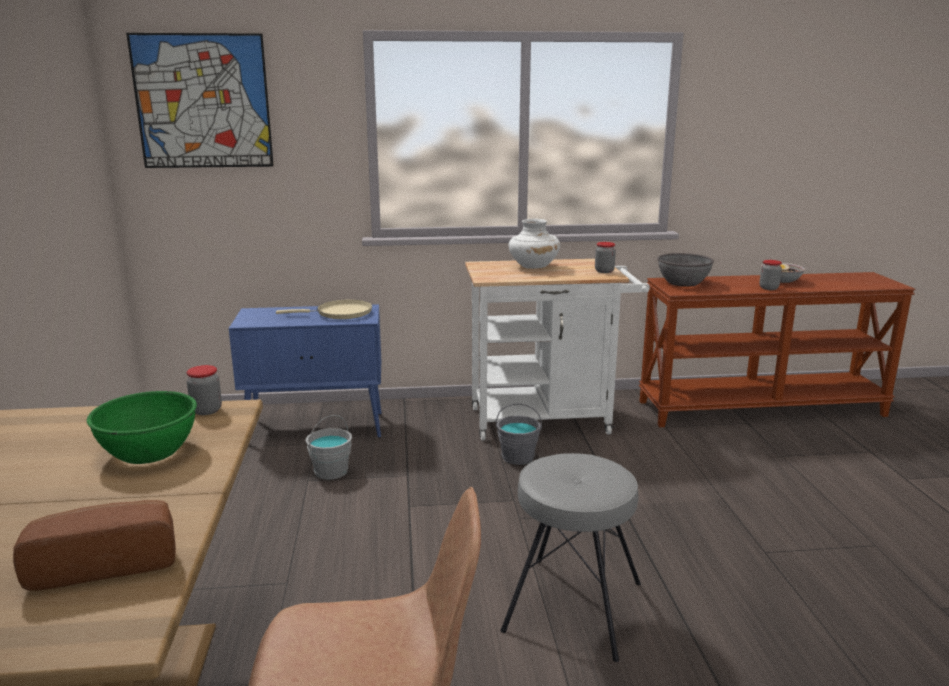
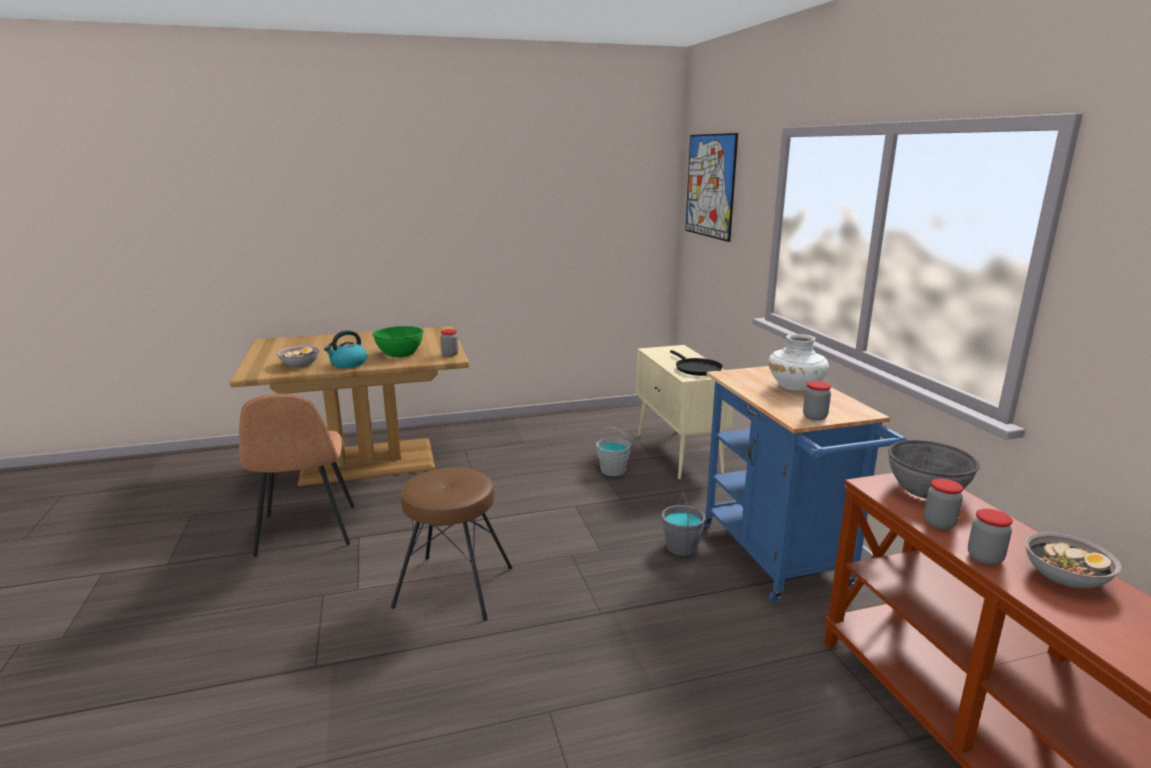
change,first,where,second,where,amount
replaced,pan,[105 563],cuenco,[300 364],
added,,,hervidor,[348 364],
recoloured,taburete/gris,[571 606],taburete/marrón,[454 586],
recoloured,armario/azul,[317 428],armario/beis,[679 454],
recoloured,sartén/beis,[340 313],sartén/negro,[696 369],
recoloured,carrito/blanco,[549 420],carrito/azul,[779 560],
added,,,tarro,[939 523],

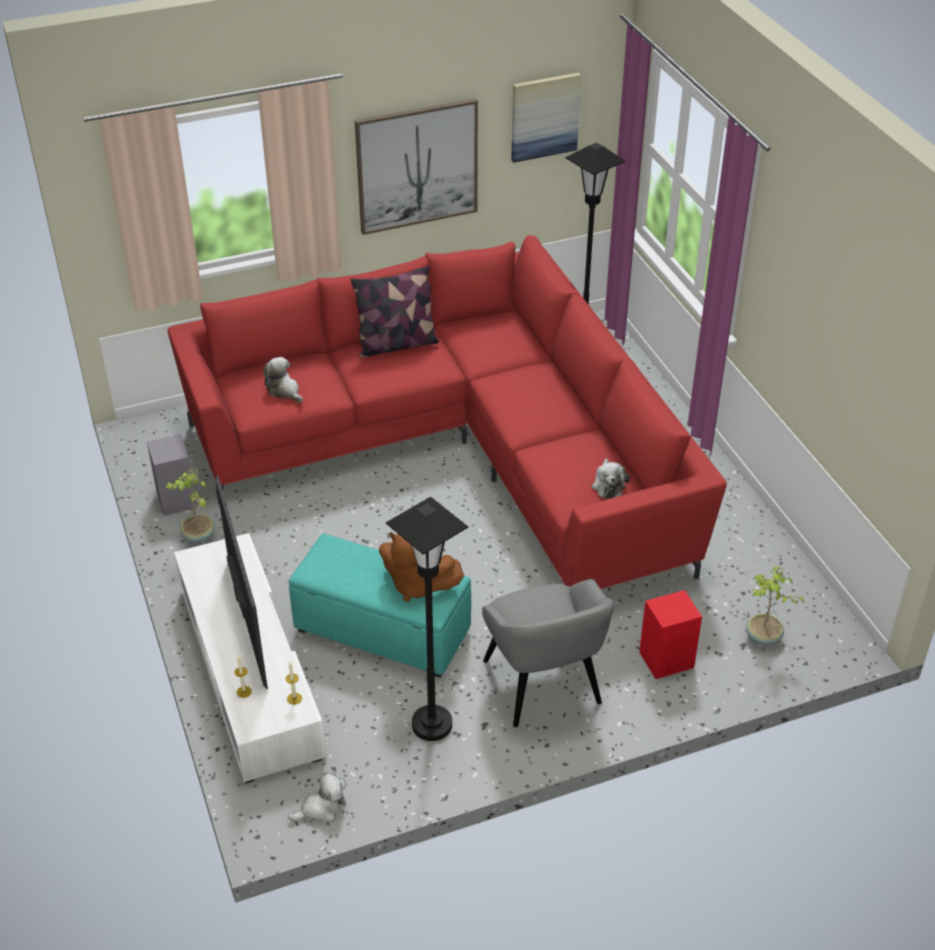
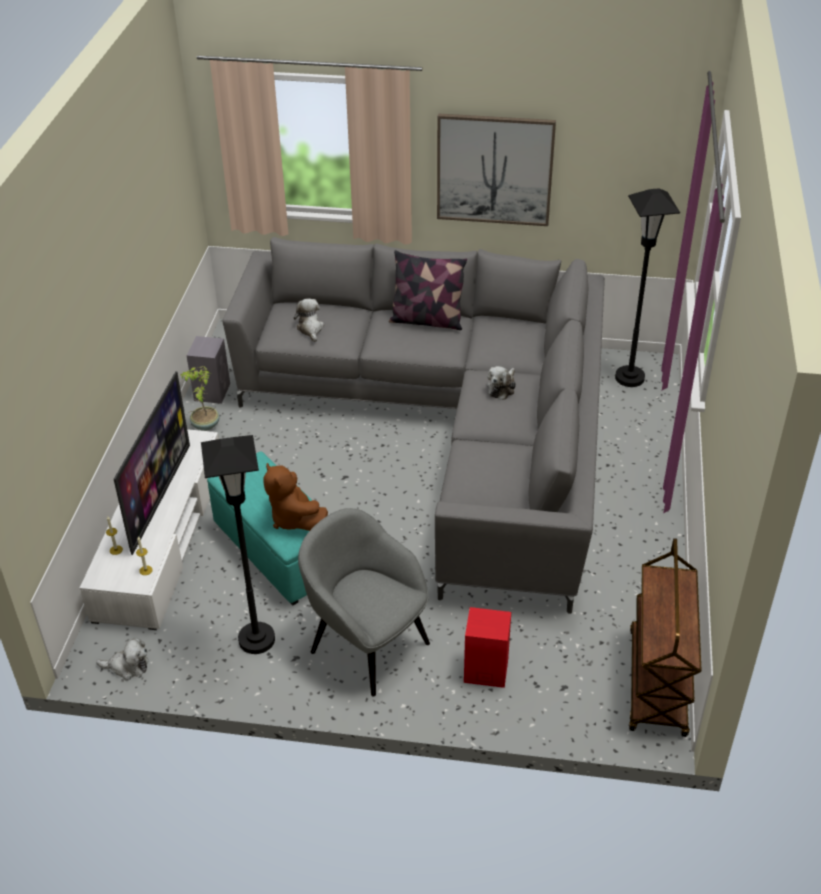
change,first,where,second,where,amount
recoloured,sofá/rojo,[461 452],sofá/gris,[453 432],
turned,sillón/gris,[542 684],,[367 645],120 degrees clockwise
moved,peluche,[608 485],,[502 388],
added,,,carrito/marrón,[658 683],
removed,cuadro,[544 116],,,
removed,planta en maceta,[763 638],,,

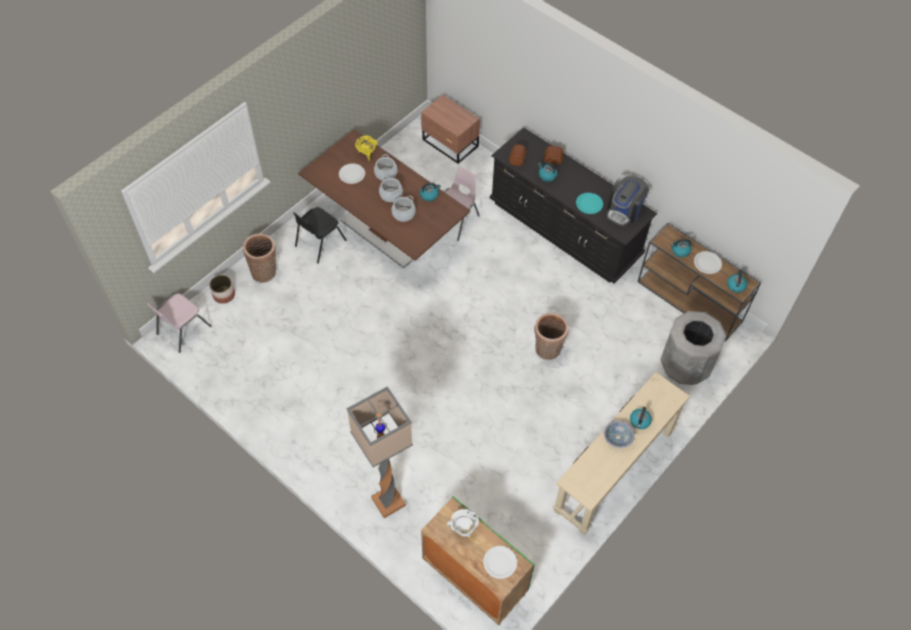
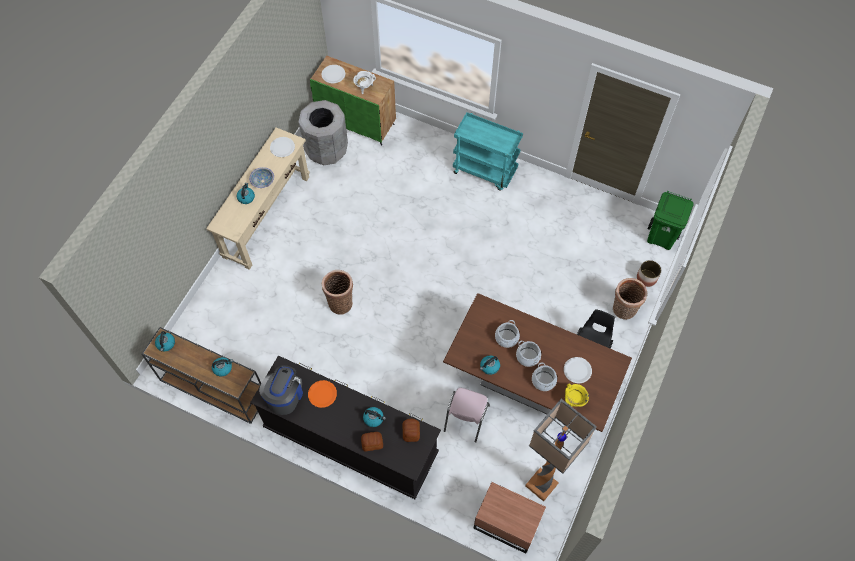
change,first,where,second,where,amount
moved,plato/blanco,[707 263],,[282 147],
moved,papelera/gris,[685 366],,[326 150],
recoloured,plato/turquesa,[589 204],plato/naranja,[322 394],
added,,,carrito/turquesa,[485 171],
moved,lámpara de pie,[388 500],,[541 486],
replaced,silla/rosa,[182 330],papelera/verde,[661 237],

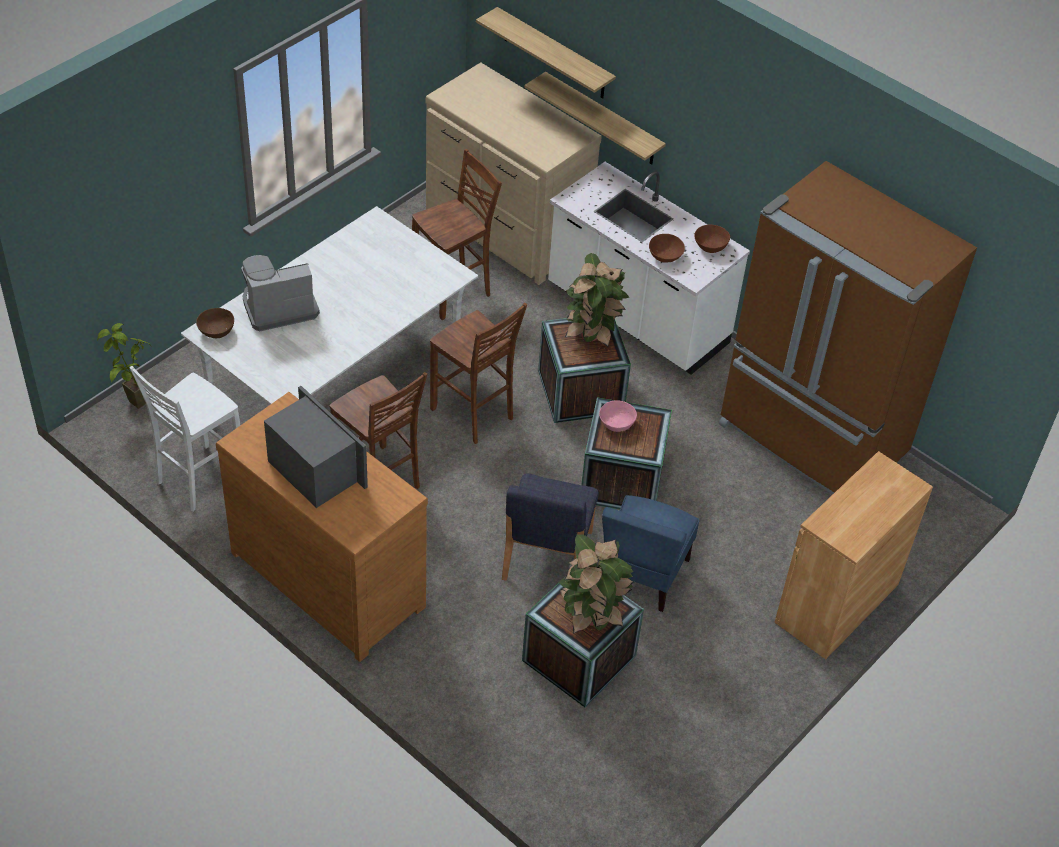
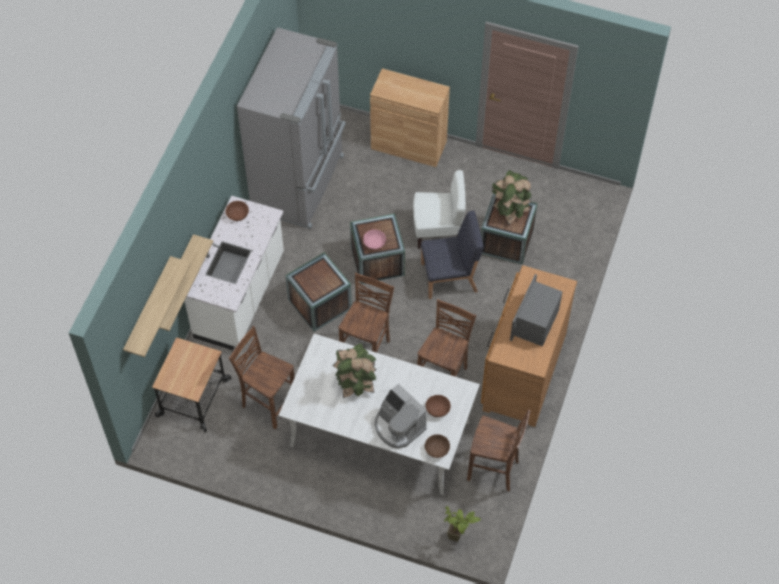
change,first,where,second,where,amount
replaced,cómoda/beis,[505 230],carrito,[193 397],
recoloured,nevera/marrón,[811 441],nevera/gris,[300 183],
moved,planta en maceta,[592 333],,[355 384],
recoloured,silla/azul,[643 575],silla/blanco,[438 230],
moved,cuenco/marrón,[665 256],,[437 409],
recoloured,taburete/blanco,[198 479],taburete/marrón,[494 470],

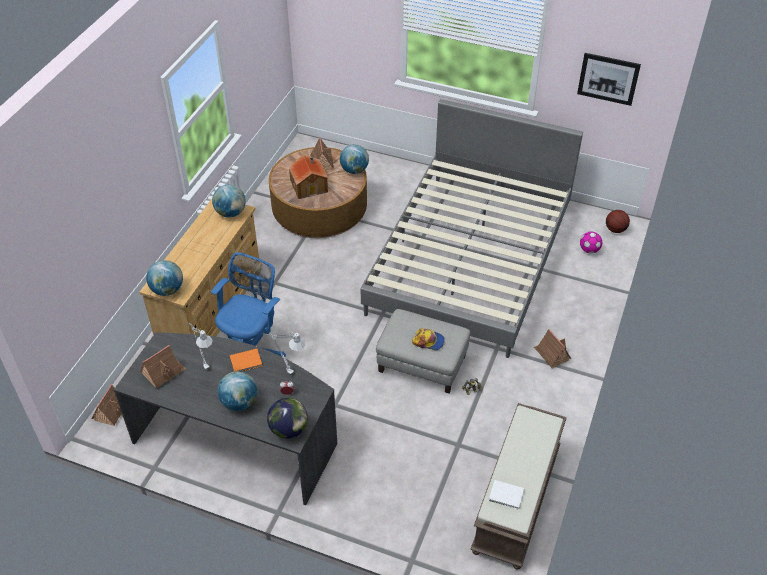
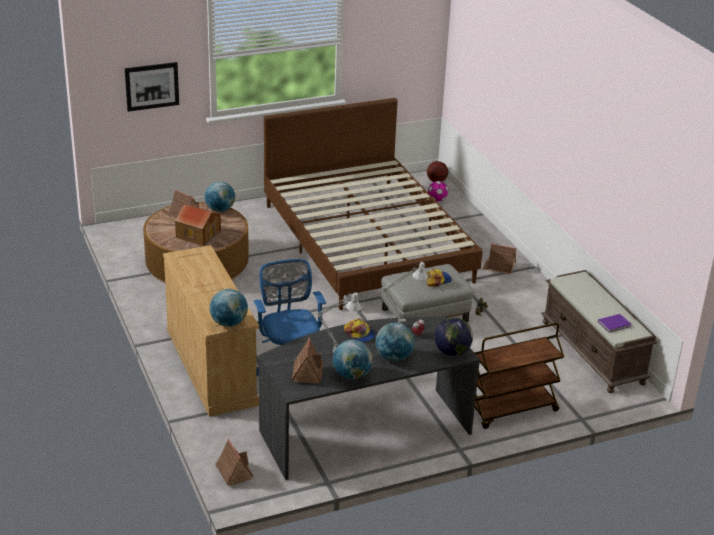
change,first,where,second,where,amount
moved,cuadro,[608 79],,[152 86],
recoloured,cama/gris,[470 260],cama/marrón,[366 242],
moved,globo terráqueo,[230 213],,[352 375],
replaced,libro/naranja,[247 362],gorra,[359 334],
added,,,carrito/marrón,[511 410],
recoloured,libro/blanco,[507 496],libro/morado,[615 324],

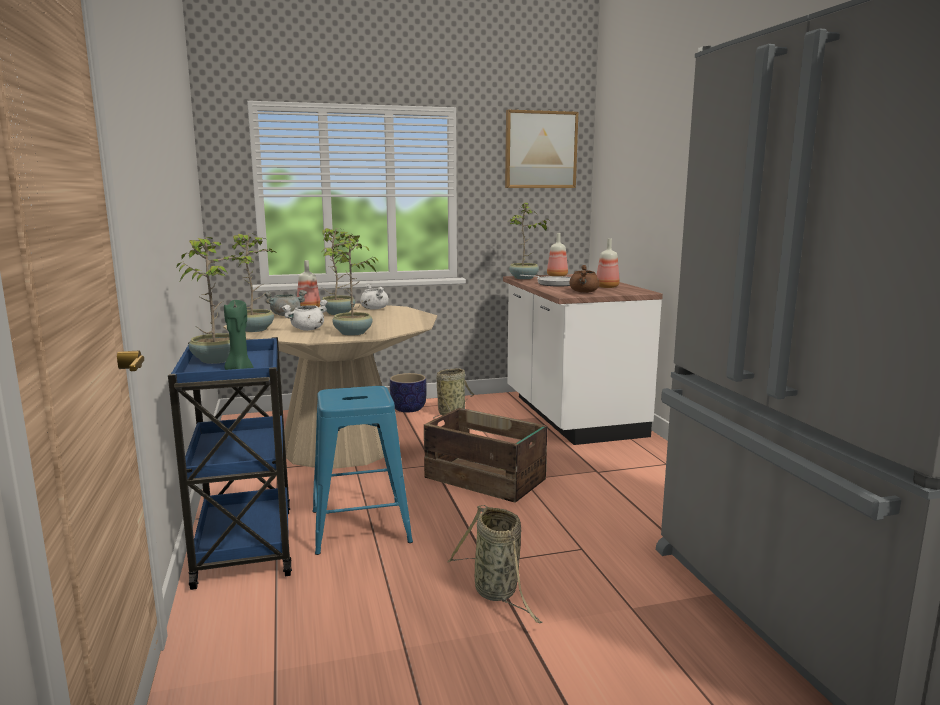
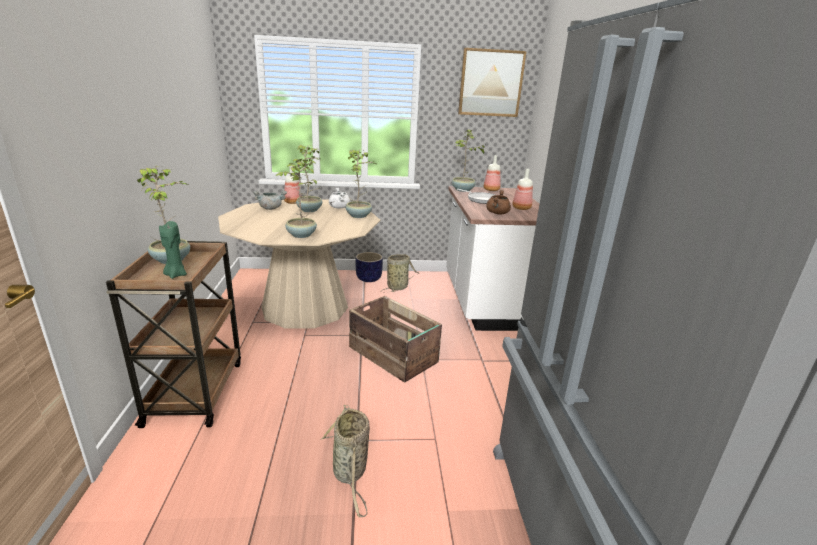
change,first,where,second,where,amount
recoloured,carrito/azul,[245 544],carrito/marrón,[196 391],
moved,planta en maceta,[255 329],,[359 215],
removed,olla/blanco,[307 329],,,
removed,taburete/azul,[361 526],,,

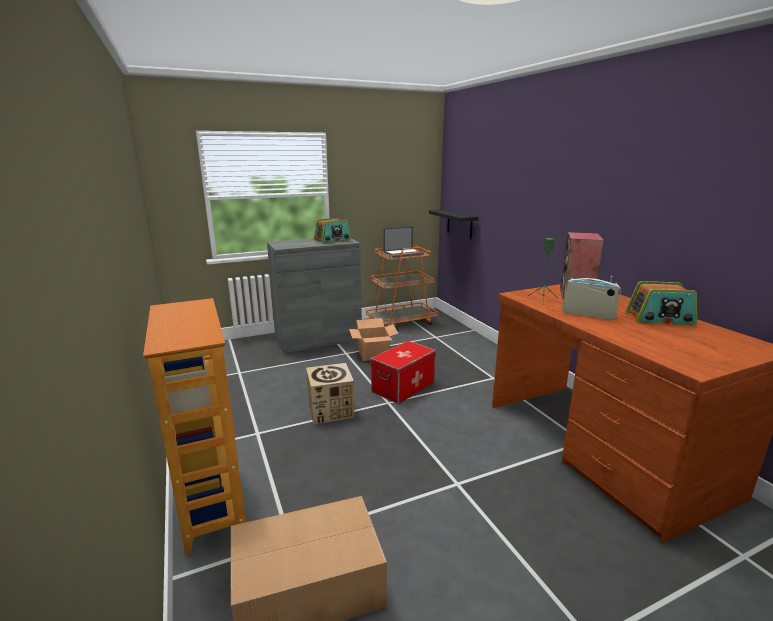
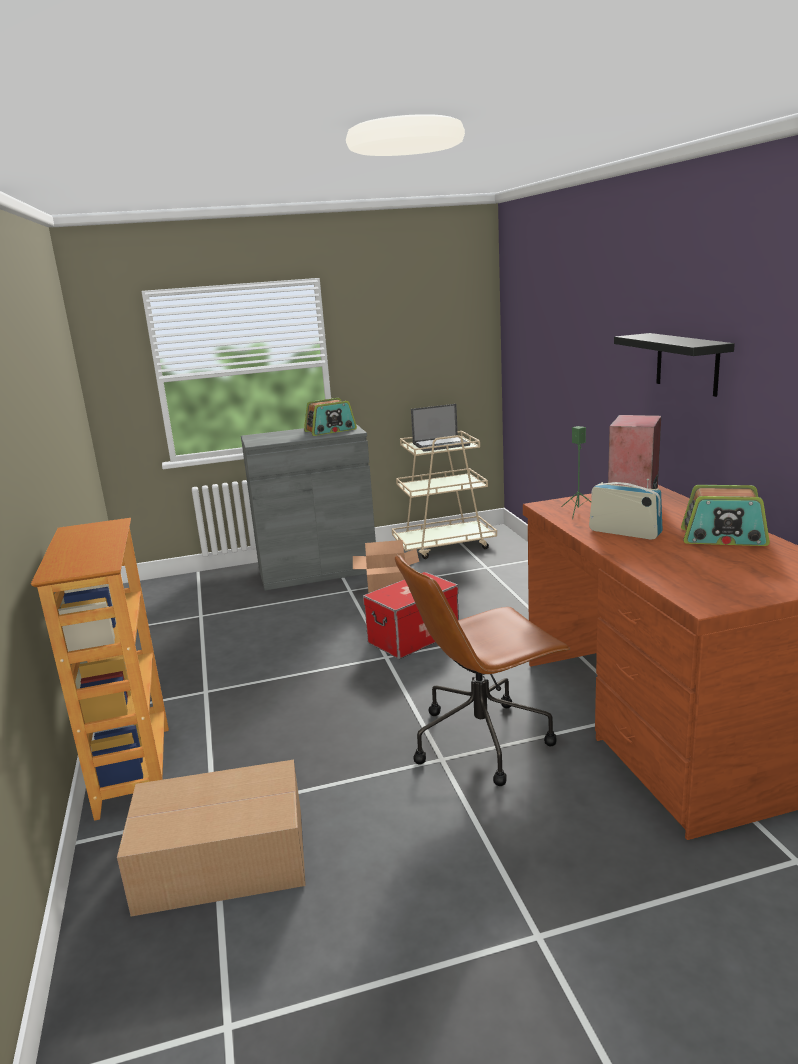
change,first,where,second,where,amount
recoloured,carrito/naranja,[402 322],carrito/beis,[444 545],
added,,,silla de oficina/marrón,[483 739],
moved,estante/negro,[459 224],,[687 363],
removed,caja de cartón,[331 410],,,

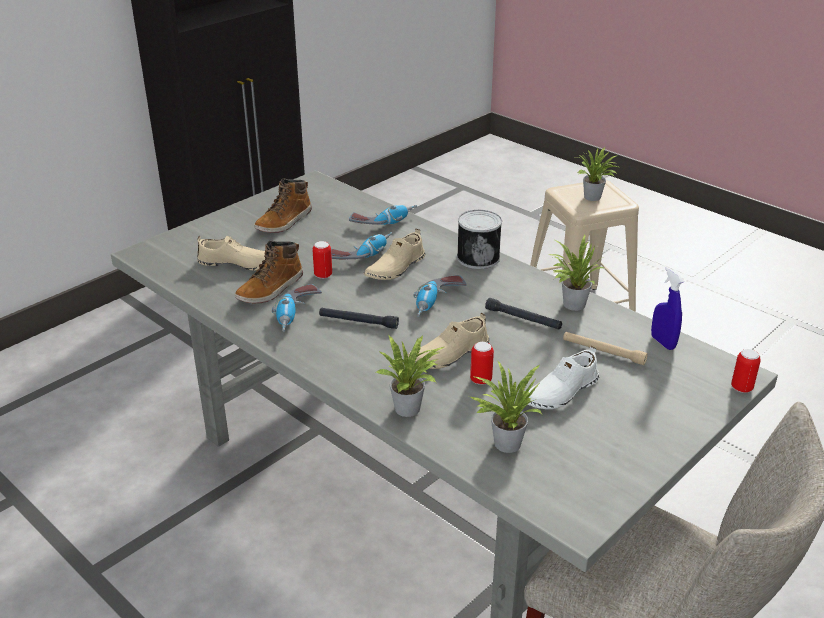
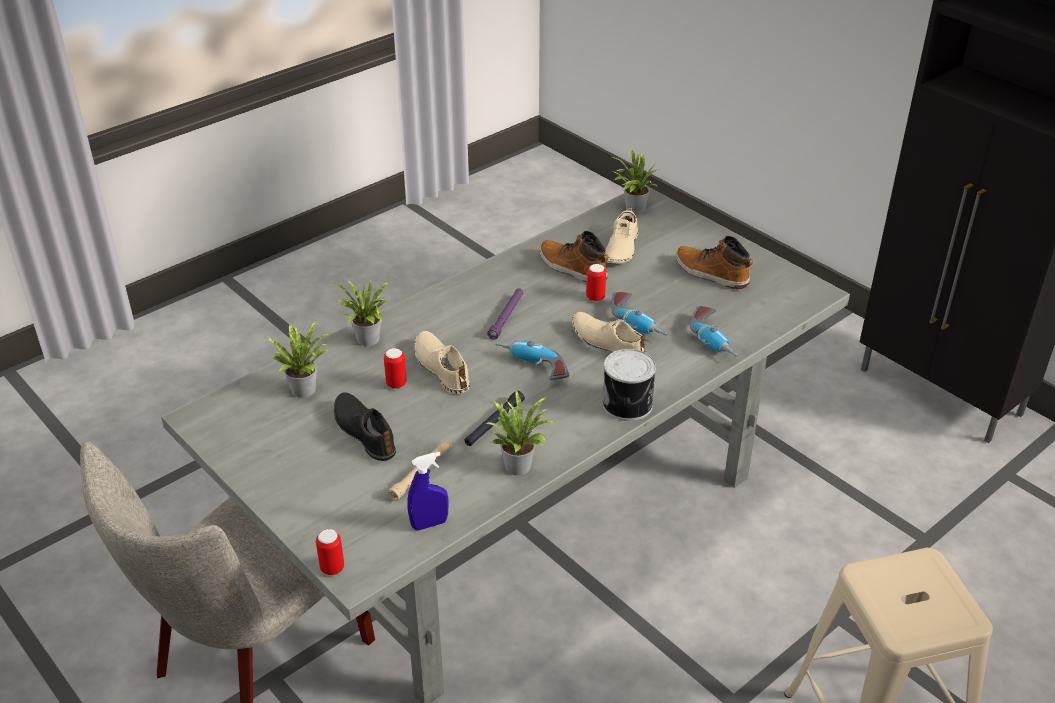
change,first,where,second,where,amount
recoloured,zapato/blanco,[559 391],zapato/negro,[365 431],
recoloured,linterna/negro,[358 322],linterna/morado,[506 317],
moved,planta en maceta,[593 198],,[633 209],
removed,taladro,[297 316],,,

